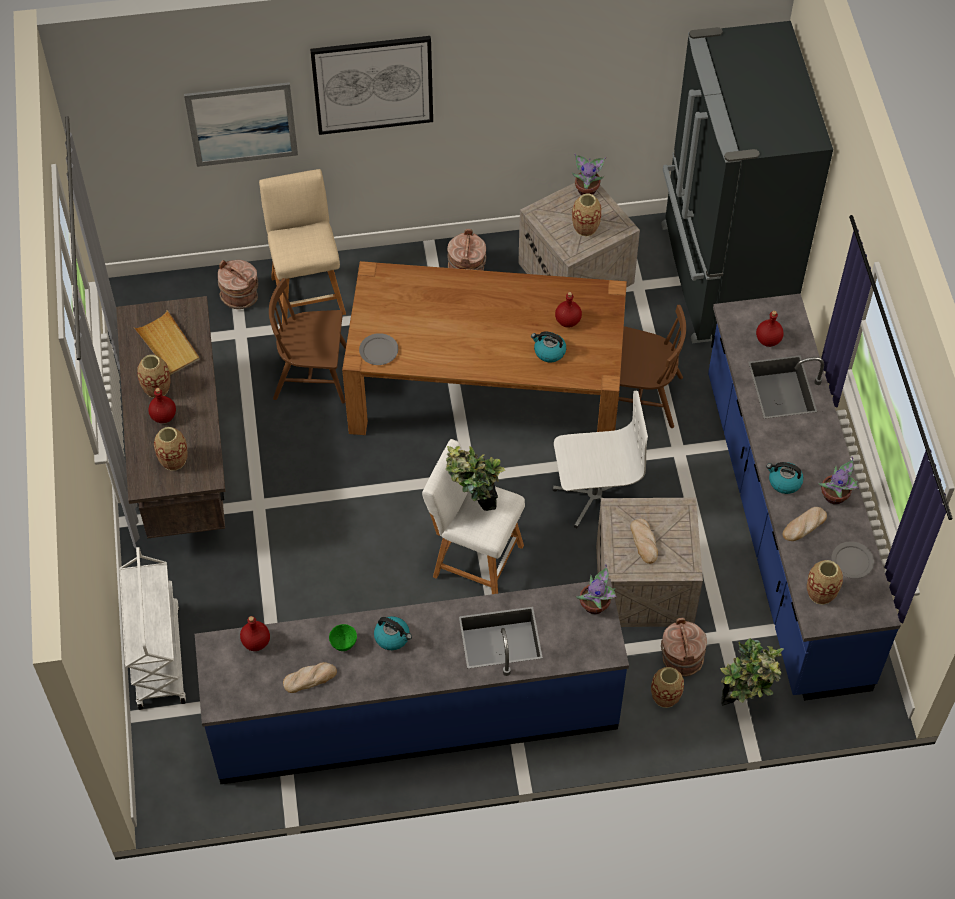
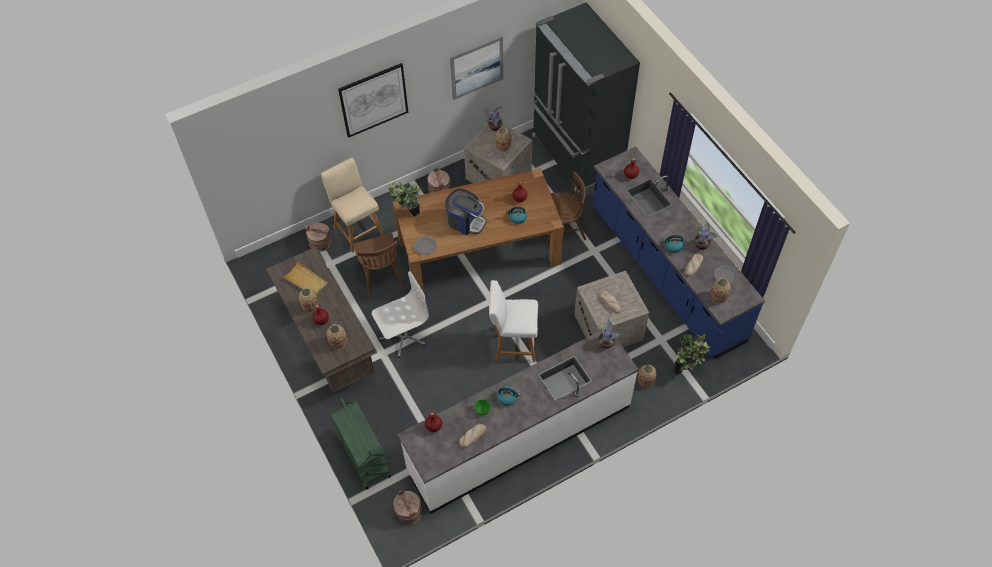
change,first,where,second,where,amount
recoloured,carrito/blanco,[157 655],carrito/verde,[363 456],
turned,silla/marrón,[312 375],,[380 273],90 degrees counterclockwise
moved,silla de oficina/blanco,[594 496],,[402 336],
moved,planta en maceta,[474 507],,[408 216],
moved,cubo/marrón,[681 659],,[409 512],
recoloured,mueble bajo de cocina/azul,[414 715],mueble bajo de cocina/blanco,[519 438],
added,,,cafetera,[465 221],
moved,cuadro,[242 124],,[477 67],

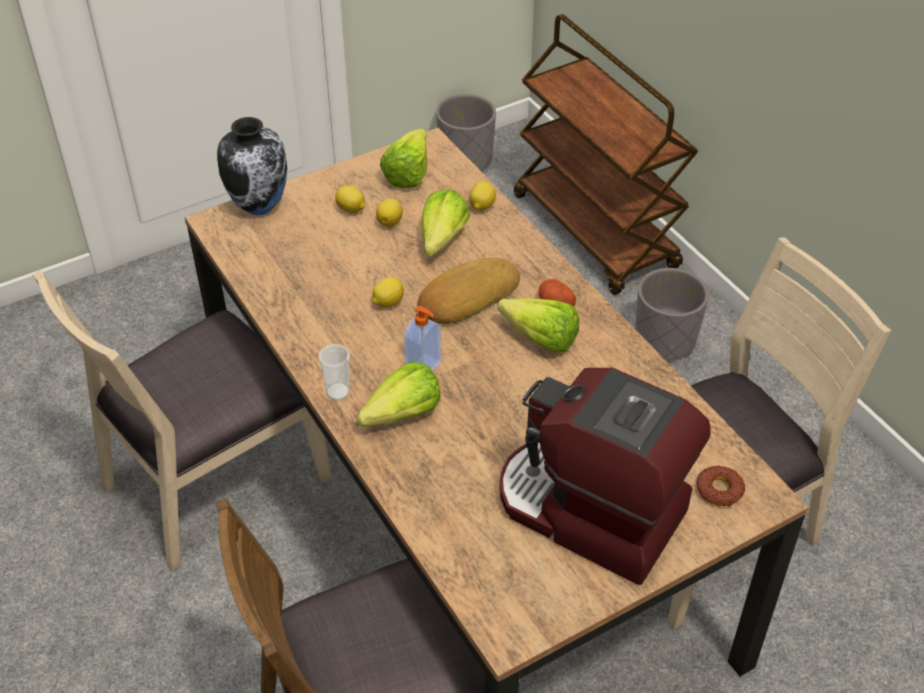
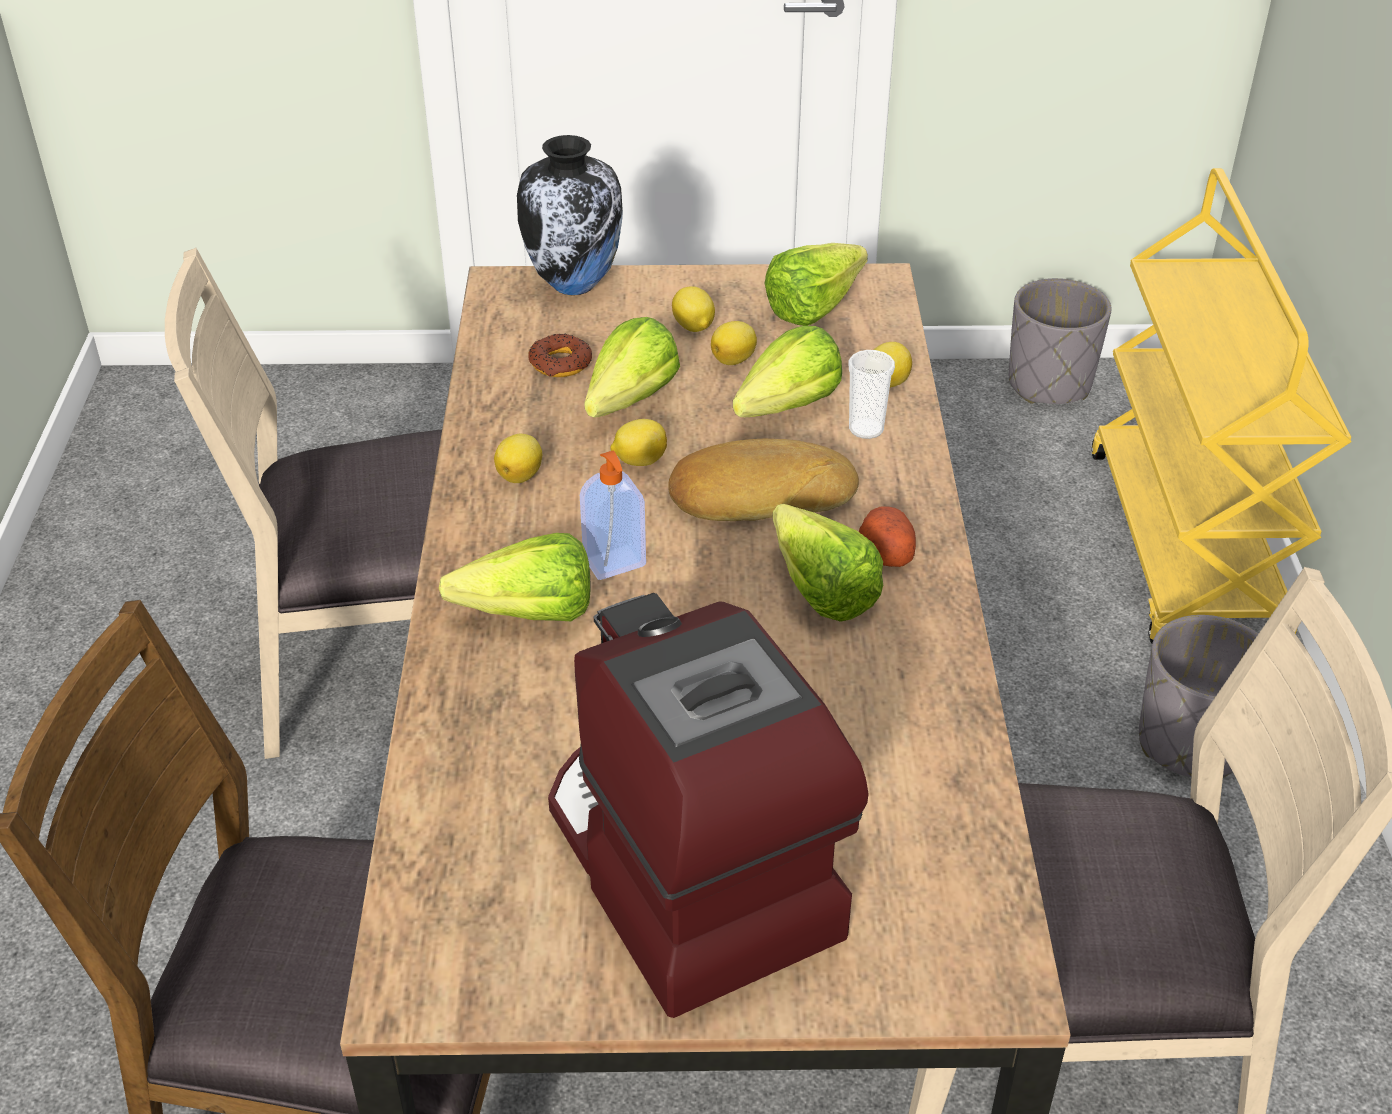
change,first,where,second,where,amount
added,,,limón,[521 475],
moved,rosquilla,[719 490],,[560 363],
added,,,lechuga,[622 406],
moved,taza,[338 392],,[866 429],
recoloured,carrito/marrón,[596 232],carrito/amarillo,[1185 547],

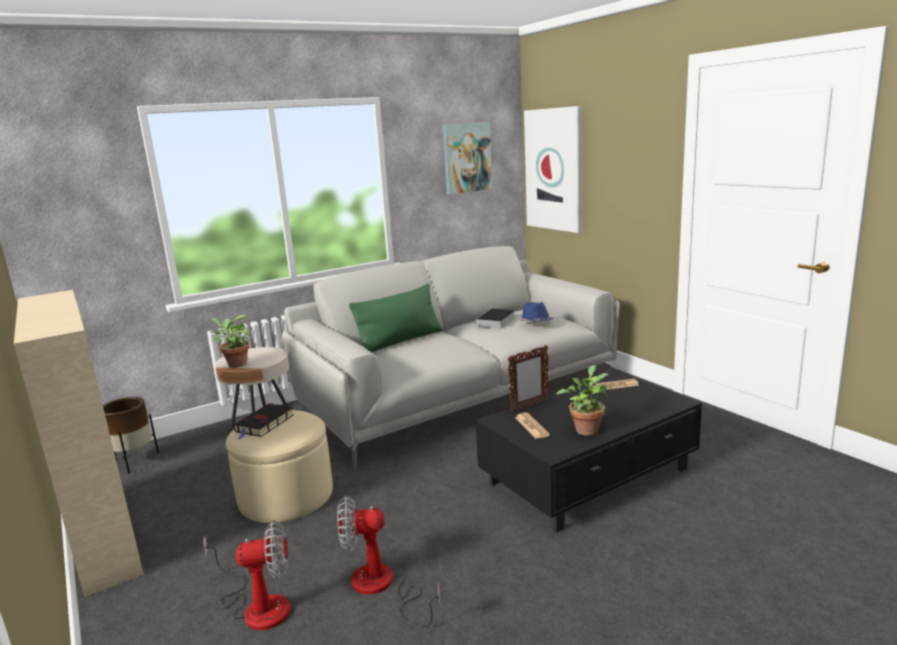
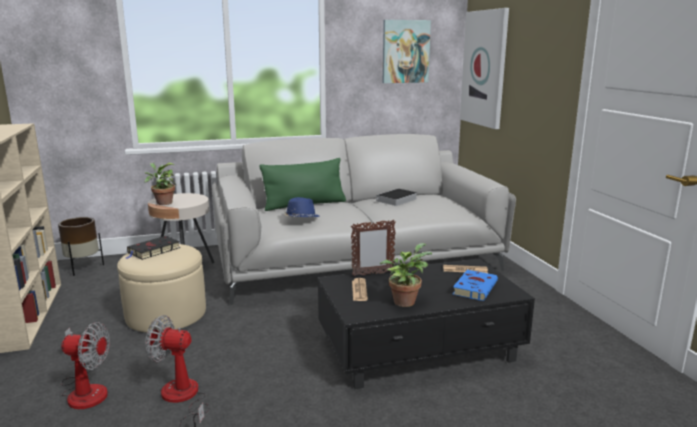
change,first,where,second,where,amount
moved,sombrero/azul,[535 323],,[301 218],
added,,,libro/azul,[475 288],

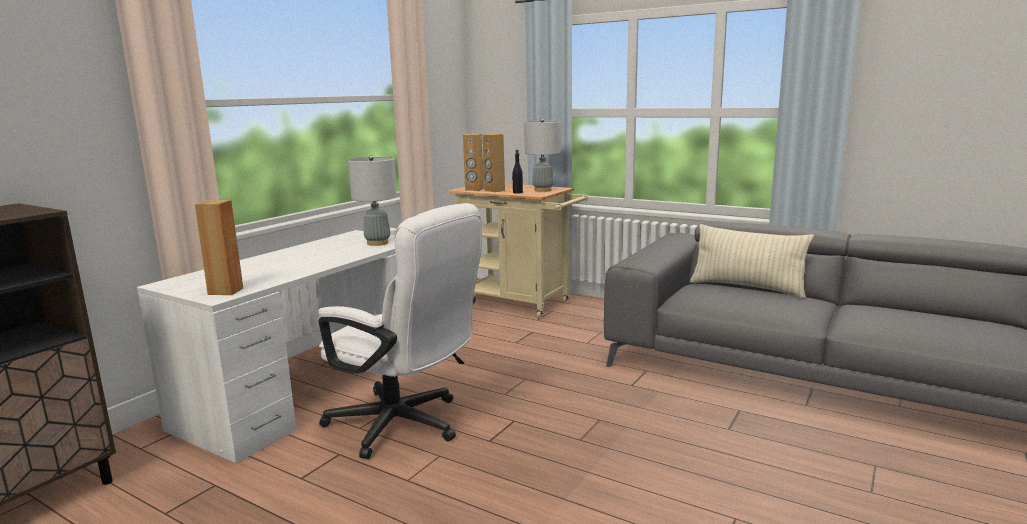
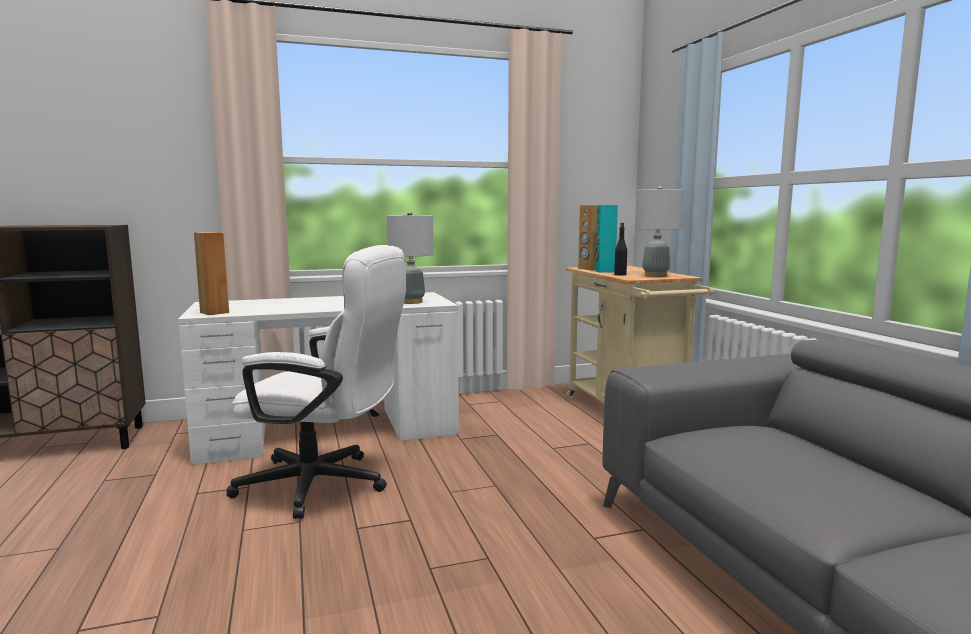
change,first,where,second,where,amount
turned,silla de oficina/blanco,[405 426],,[326 485],60 degrees counterclockwise
recoloured,altavoz/marrón,[494 190],altavoz/turquesa,[604 271],
removed,cojín/beis,[747 288],,,

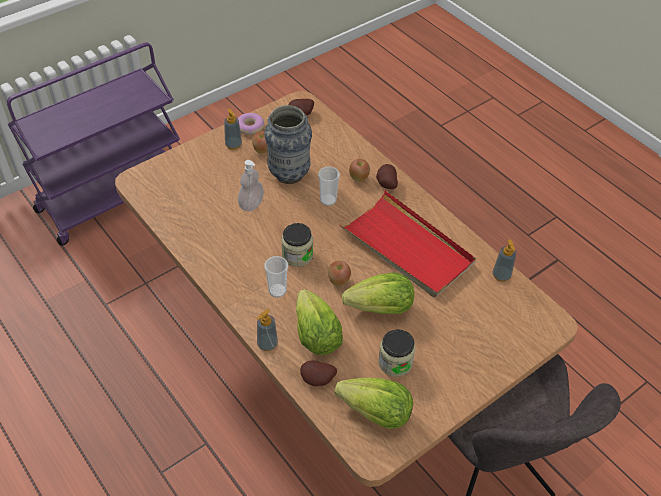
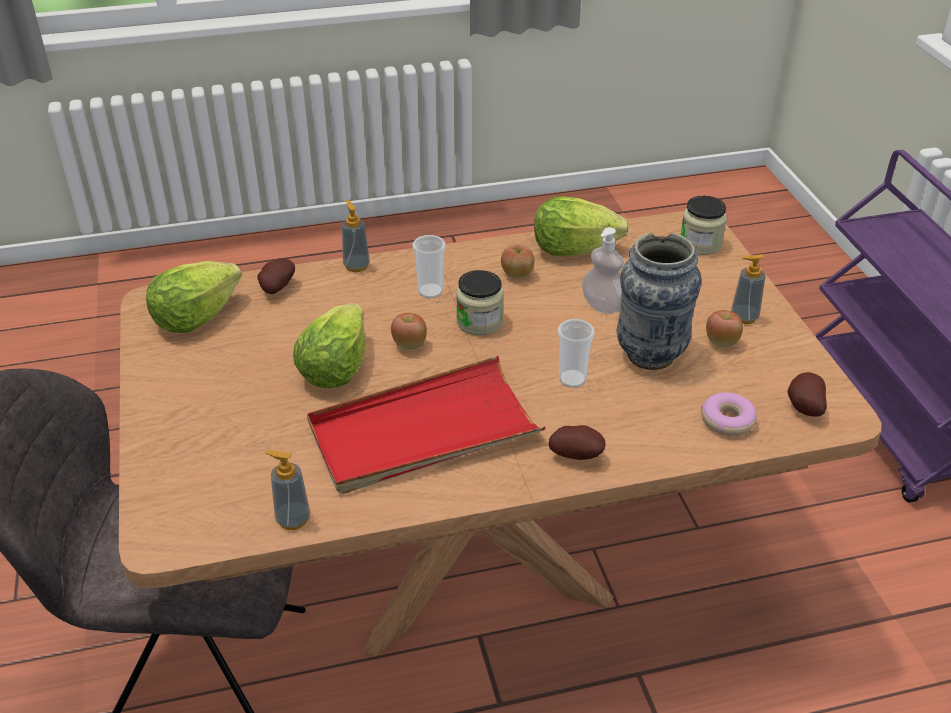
change,first,where,second,where,amount
moved,manzana,[359 178],,[517 275],
moved,lechuga,[316 336],,[573 249],
moved,tarro,[395 362],,[700 244],
moved,rosquilla,[250 127],,[727 420],

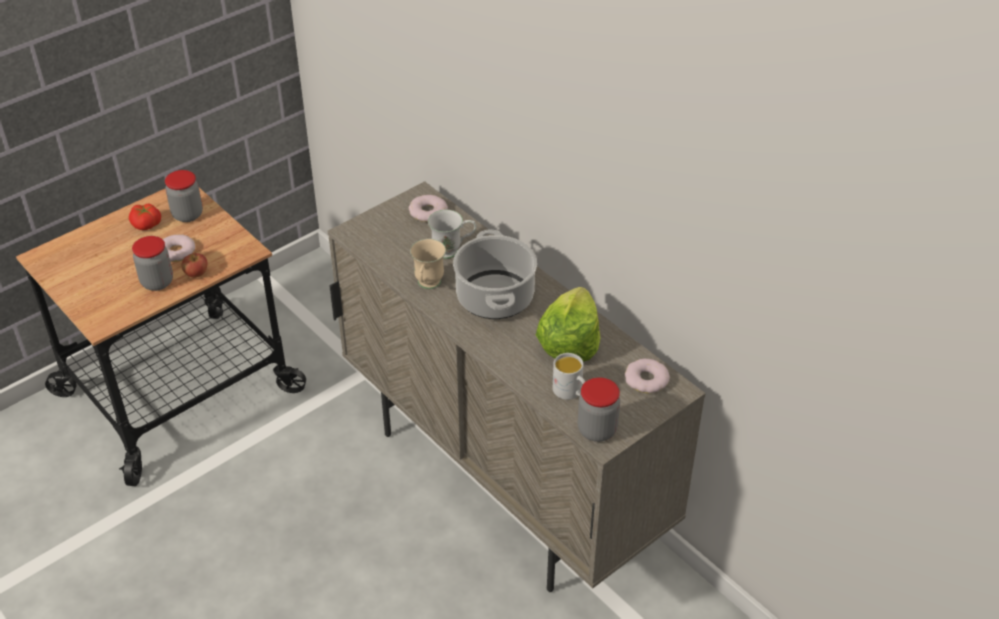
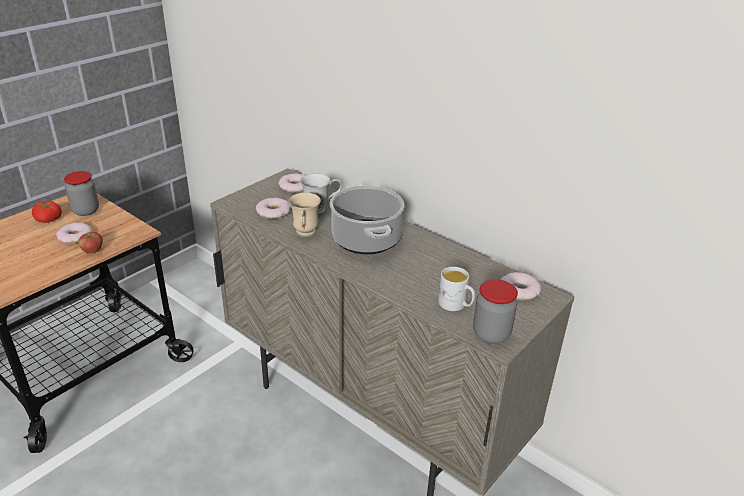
change,first,where,second,where,amount
added,,,rosquilla,[273 212],
removed,tarro,[157 282],,,
removed,lechuga,[569 342],,,

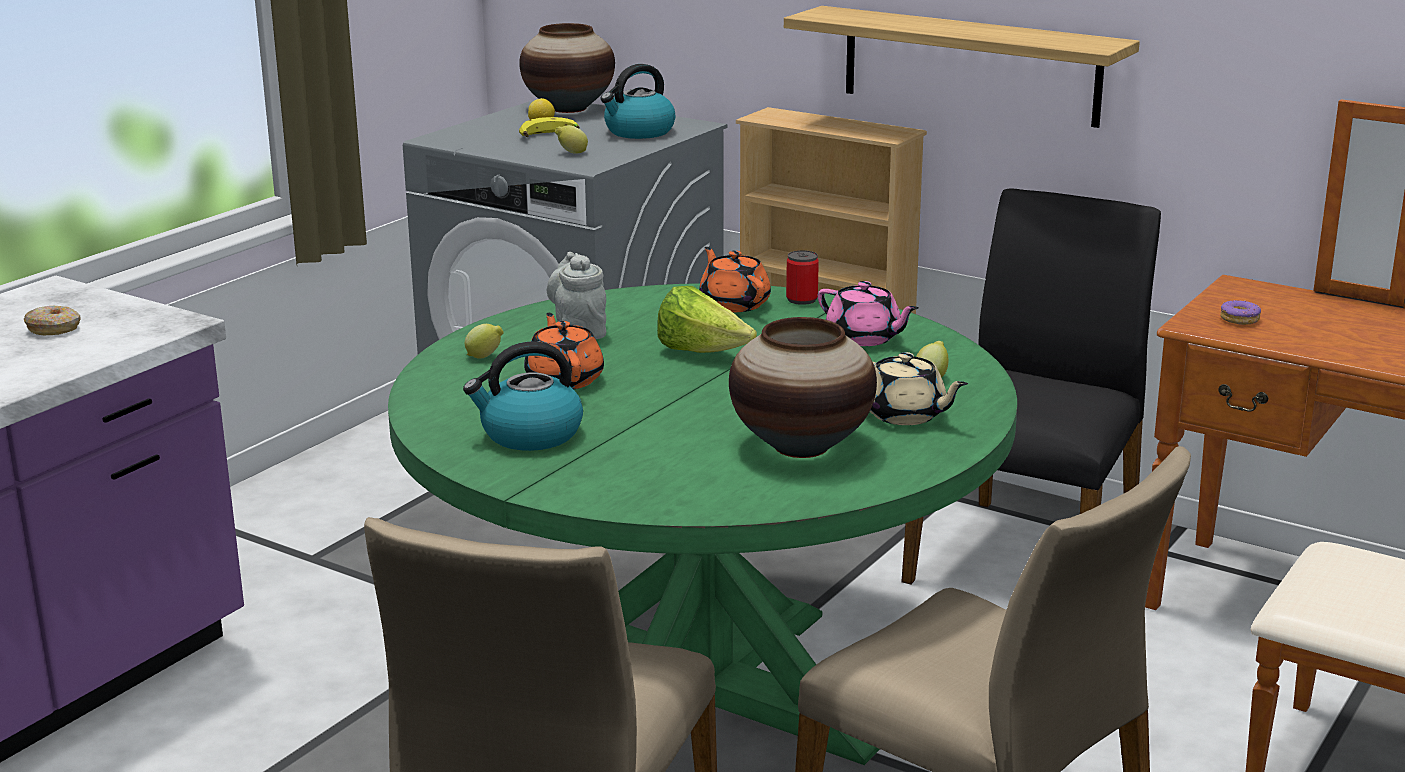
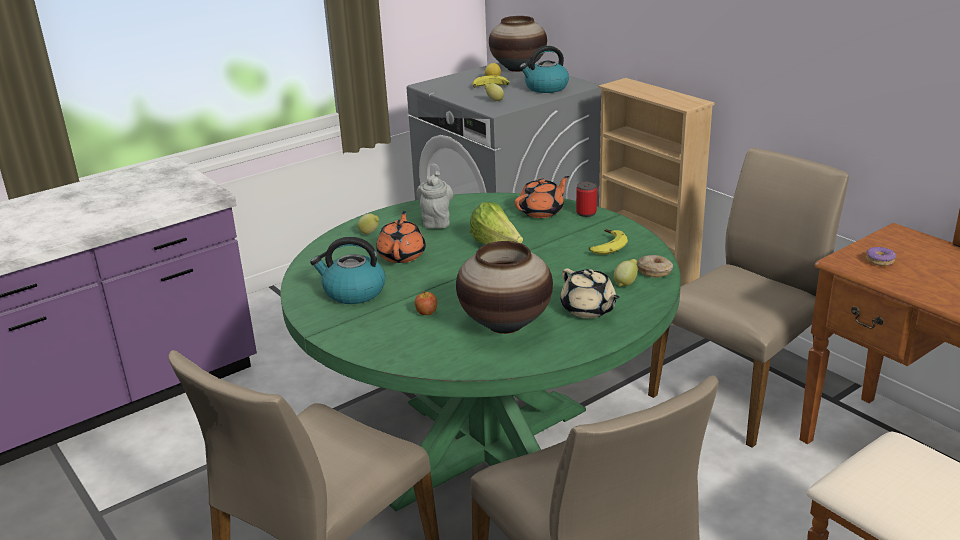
change,first,where,second,where,amount
added,,,manzana,[426 312],
turned,tetera/naranja,[734 304],,[542 211],60 degrees clockwise
replaced,tetera/rosa,[864 338],plátano,[605 247],
moved,rosquilla,[54 329],,[655 271],
recoloured,silla/negro,[1027 557],silla/beis,[739 390],
removed,estante,[970 66],,,

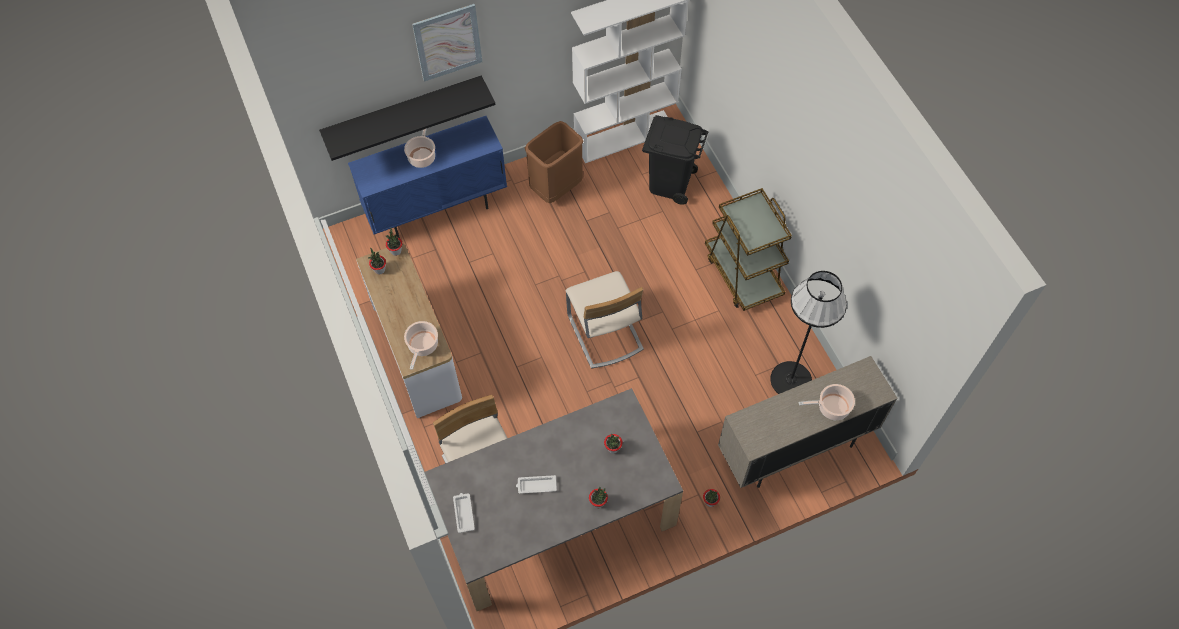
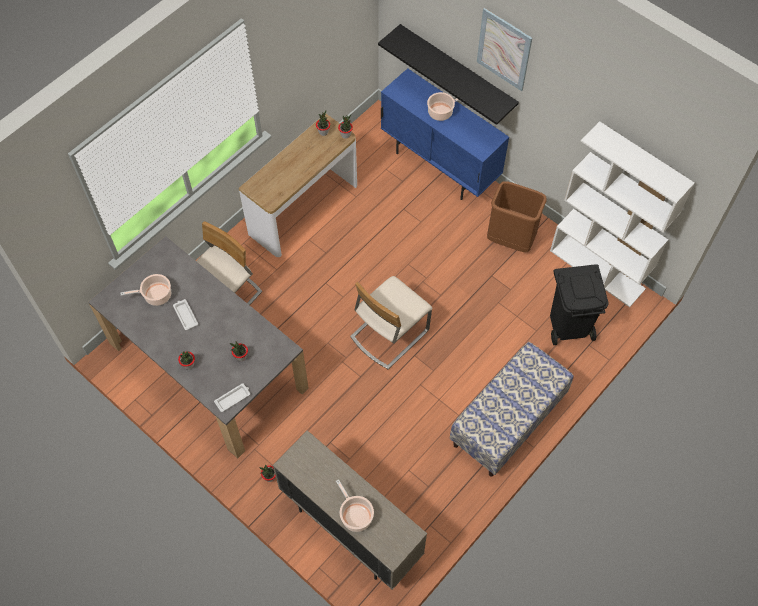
change,first,where,second,where,amount
moved,olla,[422 346],,[156 295],
moved,bandeja/blanco,[464 513],,[233 398],
replaced,carrito/marrón,[743 274],banco,[507 421],
removed,lámpara de pie/negro,[791 380],,,

